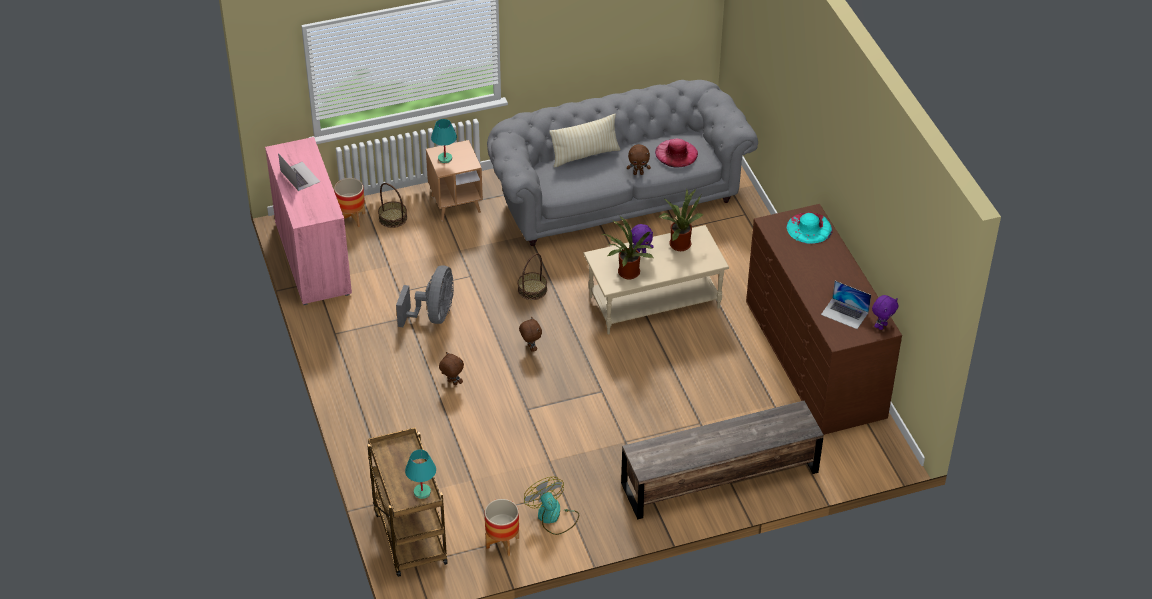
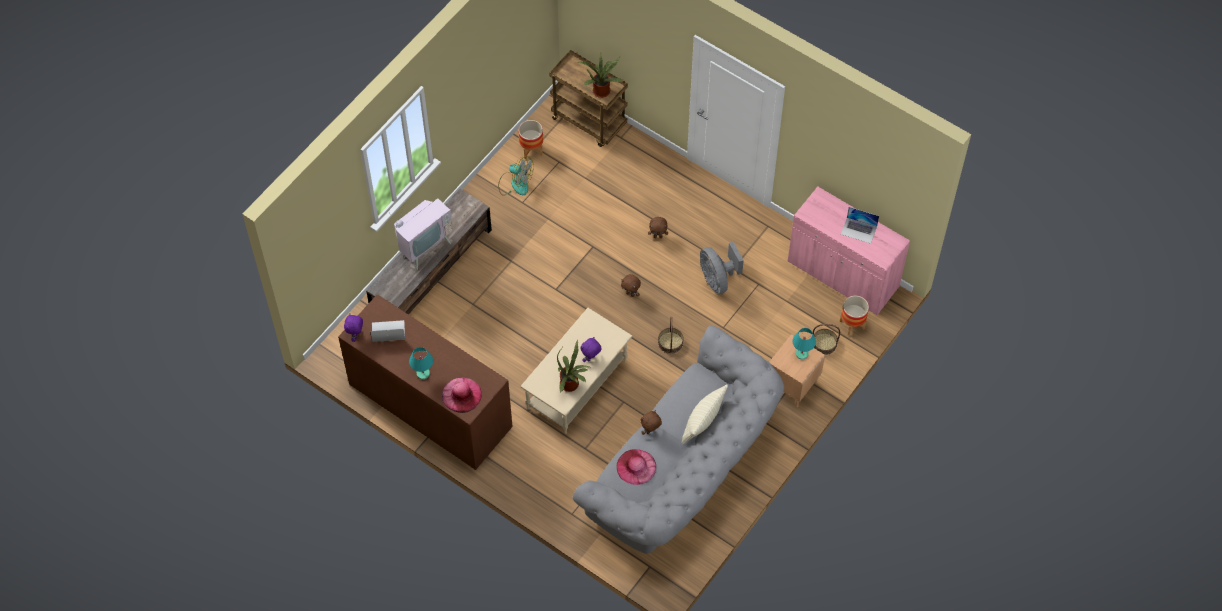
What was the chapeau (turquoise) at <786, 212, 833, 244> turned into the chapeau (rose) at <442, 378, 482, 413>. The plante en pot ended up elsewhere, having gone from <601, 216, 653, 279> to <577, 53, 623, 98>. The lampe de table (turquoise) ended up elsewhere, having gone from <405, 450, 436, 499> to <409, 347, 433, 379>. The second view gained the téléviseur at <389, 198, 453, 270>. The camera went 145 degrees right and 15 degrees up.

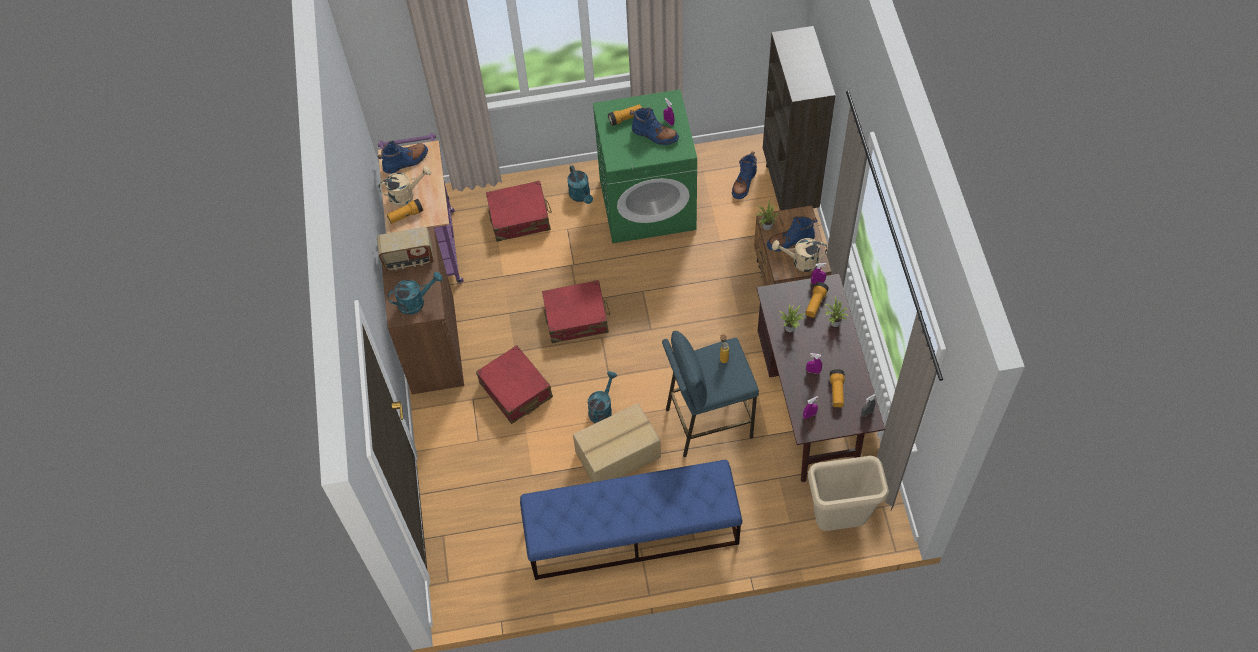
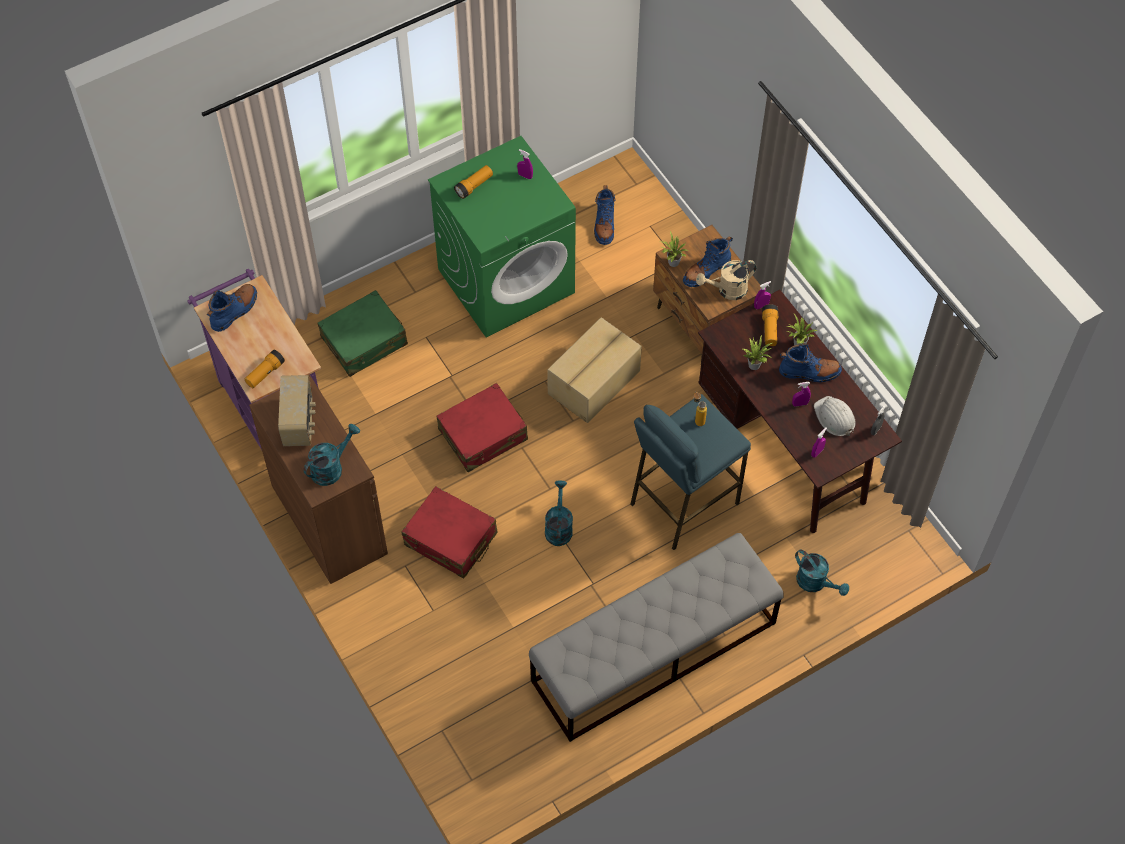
The second view lost the bibliothèque (marron) at <763, 26, 836, 210>. The botte (bleu) ended up elsewhere, having gone from <630, 107, 679, 145> to <779, 343, 842, 382>. The arrosoir (turquoise) ended up elsewhere, having gone from <567, 165, 593, 204> to <795, 549, 849, 596>. The second view lost the arrosoir (beige) at <379, 166, 431, 206>. What was the valise (rouge) at <486, 180, 552, 242> turned into the valise (vert) at <318, 290, 408, 377>. The radio at <377, 227, 434, 271> ended up facing another way, 60 degrees counterclockwise from before. Where the lampe de poche stood at <830, 369, 845, 408>, the casque de chantier (blanc) came to stand at <814, 396, 856, 436>. The carton ended up elsewhere, having gone from <573, 403, 661, 482> to <547, 317, 642, 423>. The second view lost the poubelle (beige) at <808, 456, 889, 531>. What was the banc (bleu) at <520, 460, 743, 580> turned into the banc (gris) at <529, 533, 783, 742>. The camera went 25 degrees left and 0 degrees up.

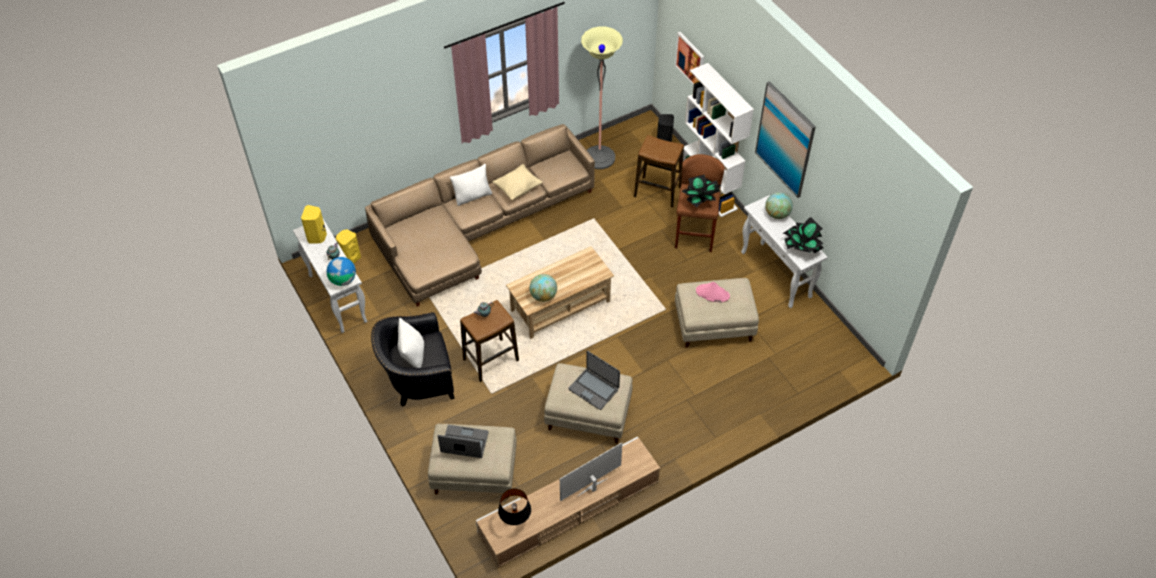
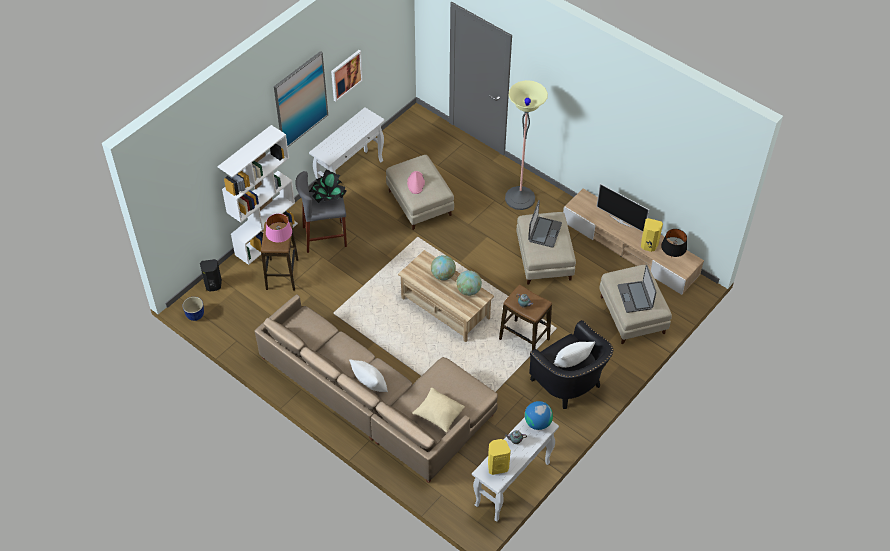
The lampadaire ended up elsewhere, having gone from <581, 26, 623, 169> to <505, 80, 548, 210>. The tableau ended up elsewhere, having gone from <675, 32, 705, 86> to <331, 50, 363, 102>. What was the tabouret (marron) at <675, 154, 725, 252> turned into the tabouret (gris) at <295, 171, 347, 253>. The coussin (beige) ended up elsewhere, having gone from <492, 164, 542, 200> to <412, 388, 465, 432>. The globe ended up elsewhere, having gone from <765, 192, 793, 219> to <431, 255, 456, 280>. The second view lost the plante en pot at <783, 217, 824, 253>. The enceinte (jaune) ended up elsewhere, having gone from <336, 229, 361, 263> to <641, 218, 663, 252>. The second view gained the lampe de table (rose) at <266, 213, 292, 243>. The second view gained the cache-pot at <182, 297, 204, 321>. The camera went 110 degrees left and 0 degrees up.

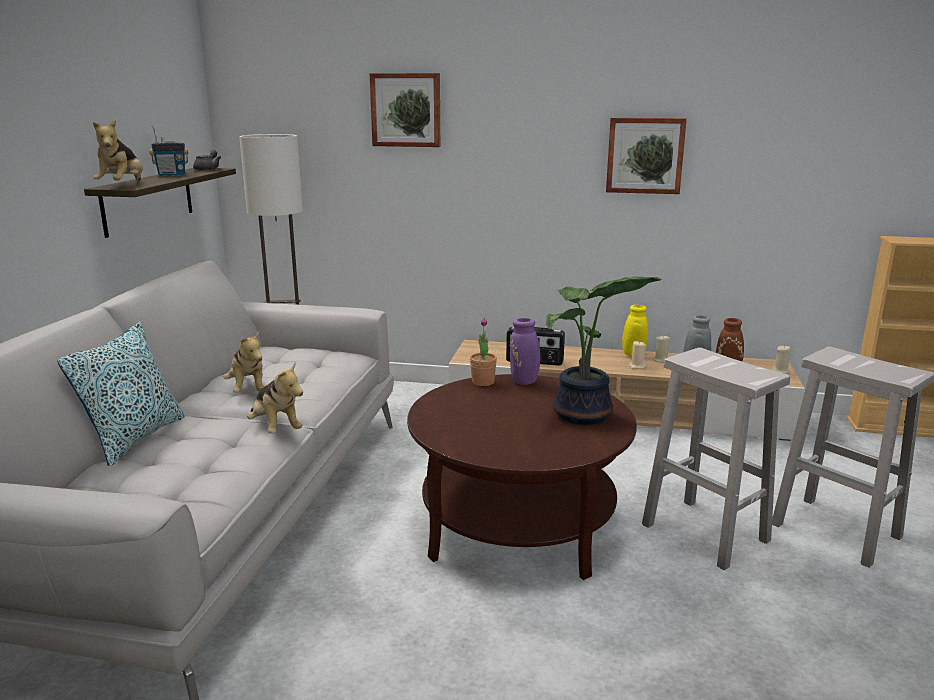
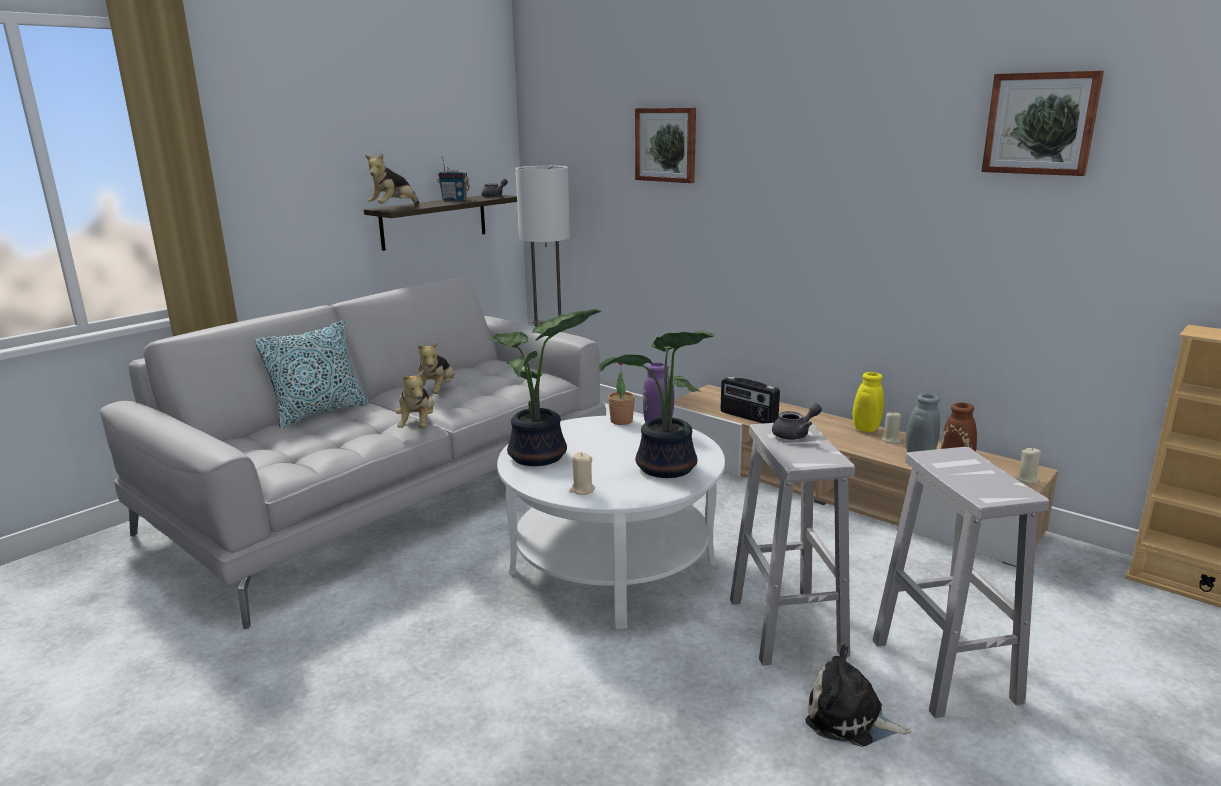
The tableau ended up elsewhere, having gone from <606, 118, 687, 194> to <981, 71, 1104, 176>. The bougie (beige) ended up elsewhere, having gone from <629, 341, 646, 369> to <569, 452, 595, 495>. What was the table basse (marron) at <407, 374, 637, 580> turned into the table basse (blanc) at <497, 416, 725, 629>. The second view gained the plante en pot at <487, 309, 602, 466>. The second view gained the théière (gris) at <772, 404, 822, 440>. The second view gained the peluche at <805, 644, 912, 747>. The camera went 30 degrees right and 0 degrees up.

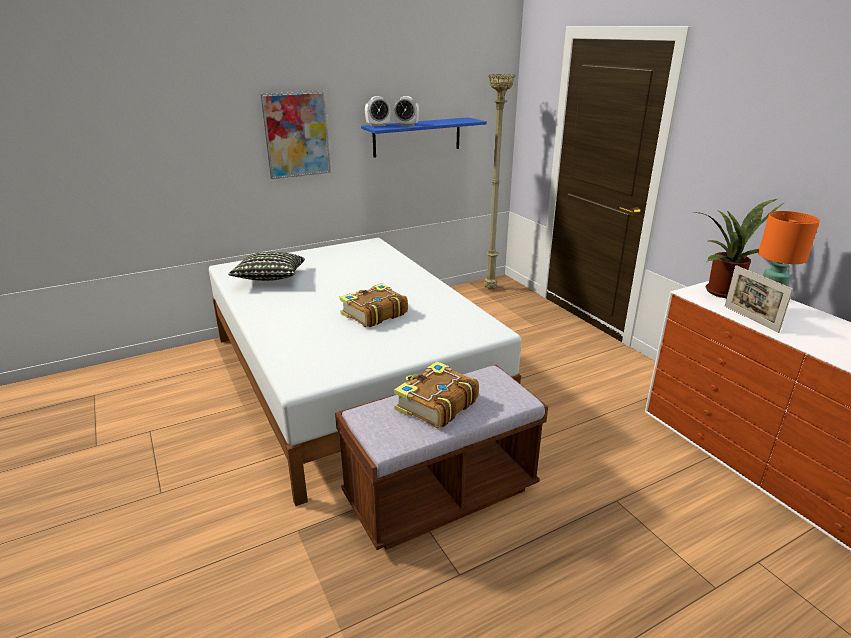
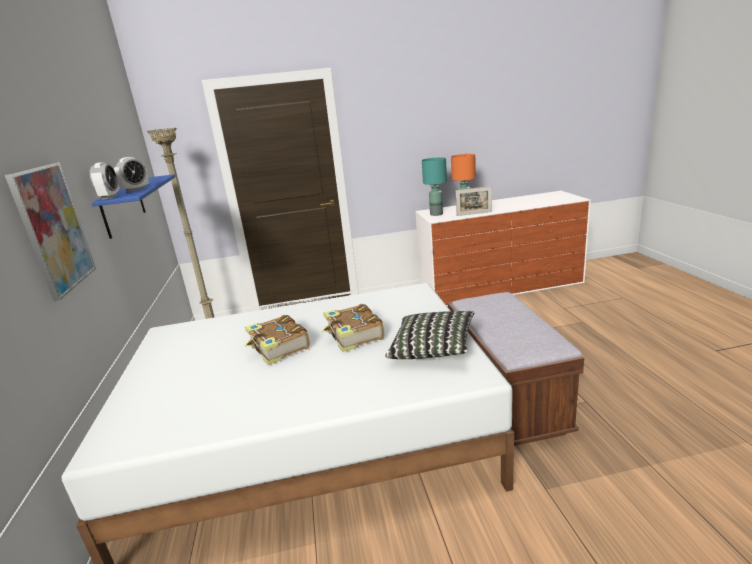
Where the plante en pot stood at <693, 199, 782, 298>, the lampe de table (turquoise) came to stand at <422, 157, 447, 216>. The coussin ended up elsewhere, having gone from <228, 252, 305, 281> to <385, 311, 474, 359>. The livre ended up elsewhere, having gone from <394, 361, 479, 428> to <245, 315, 310, 365>. The camera went 70 degrees left and 5 degrees down.

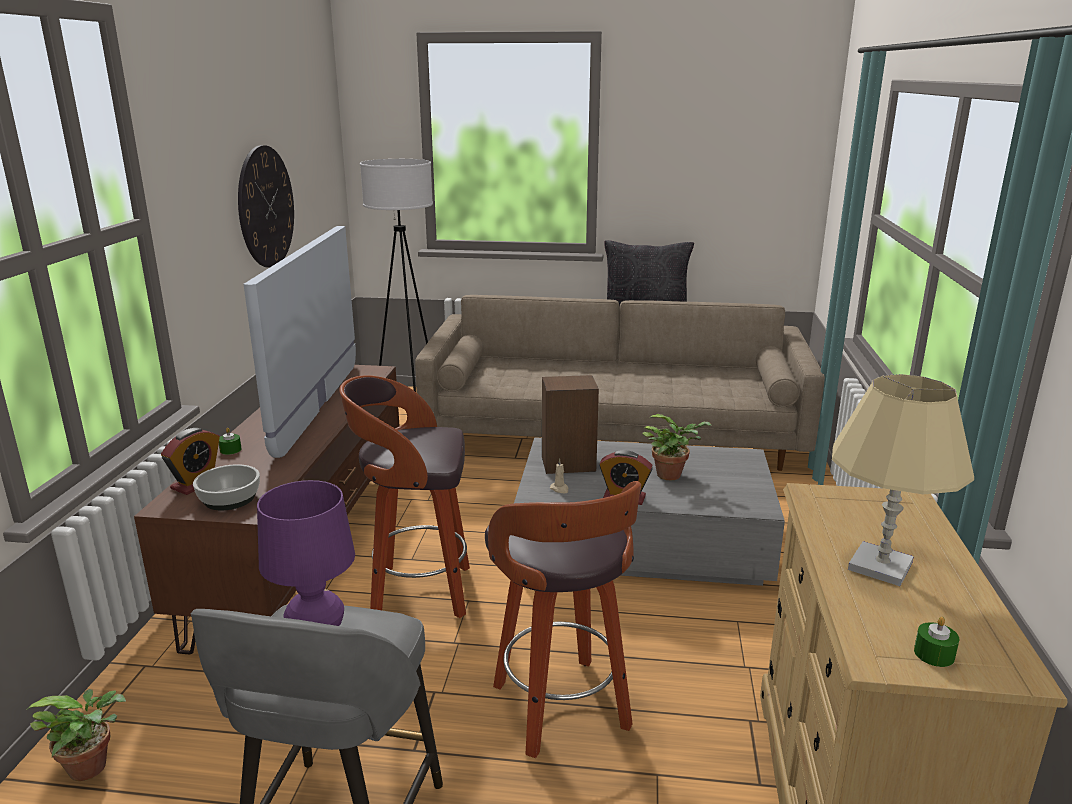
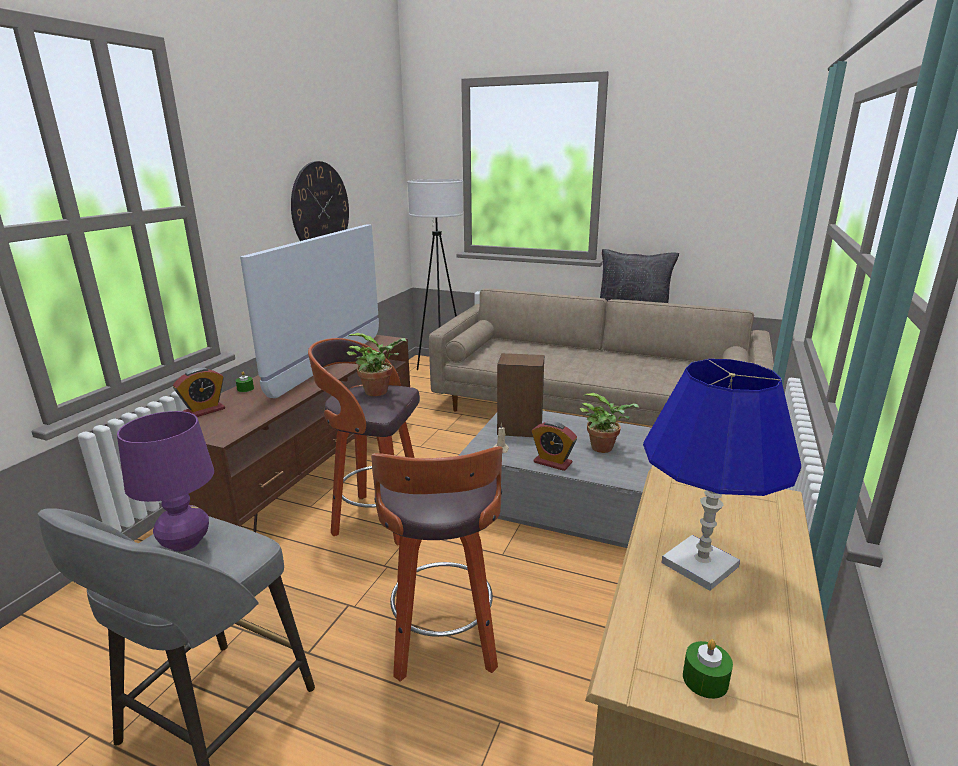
What was the lampe de table (beige) at <832, 374, 974, 586> turned into the lampe de table (bleu) at <643, 359, 801, 591>. The second view lost the bol at <193, 464, 260, 511>. The plante en pot ended up elsewhere, having gone from <26, 689, 126, 781> to <347, 333, 406, 396>. The camera went 15 degrees right and 0 degrees up.

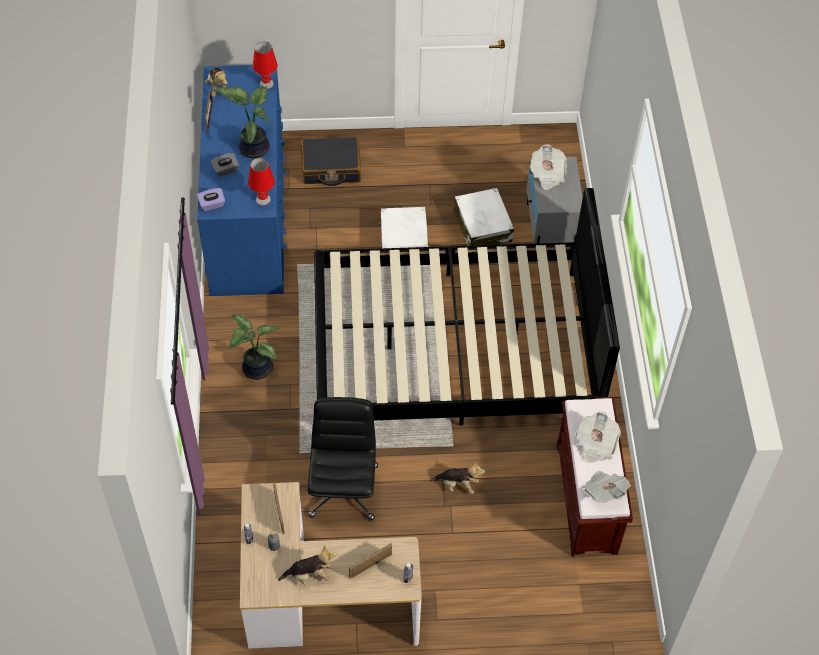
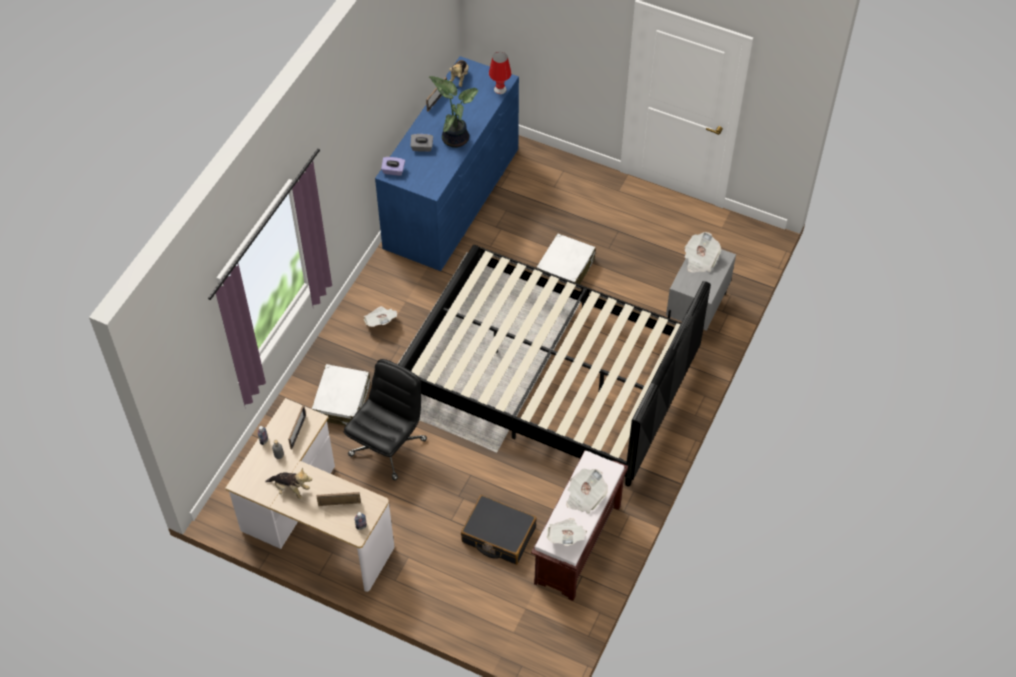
The valise (noir) ended up elsewhere, having gone from <301, 137, 361, 186> to <461, 495, 537, 565>. The second view lost the lampe de table (rouge) at <248, 158, 275, 206>. The valise (blanc) ended up elsewhere, having gone from <453, 188, 514, 246> to <312, 364, 371, 426>. Where the plante en pot stood at <228, 314, 281, 380>, the journal came to stand at <364, 306, 397, 327>. The second view lost the peluche at <430, 461, 485, 494>. The camera went 30 degrees right and 0 degrees up.

